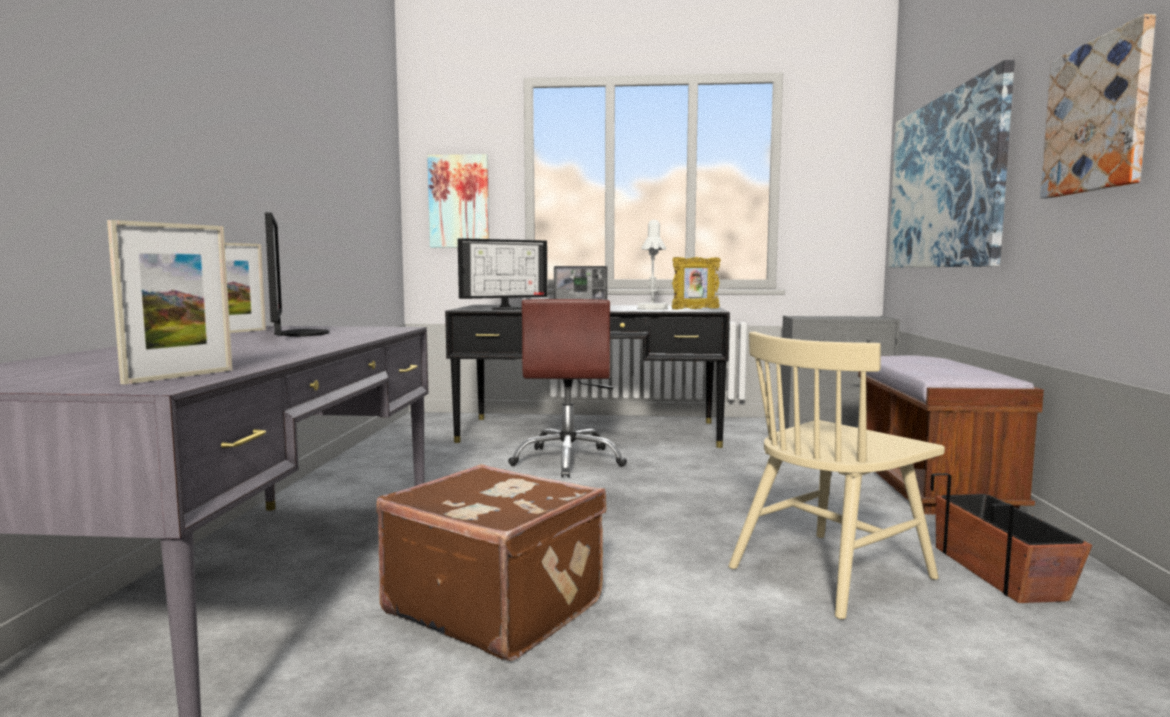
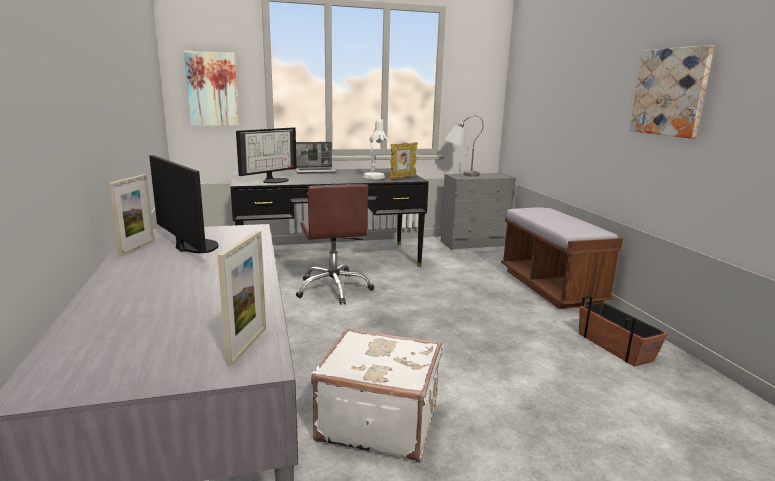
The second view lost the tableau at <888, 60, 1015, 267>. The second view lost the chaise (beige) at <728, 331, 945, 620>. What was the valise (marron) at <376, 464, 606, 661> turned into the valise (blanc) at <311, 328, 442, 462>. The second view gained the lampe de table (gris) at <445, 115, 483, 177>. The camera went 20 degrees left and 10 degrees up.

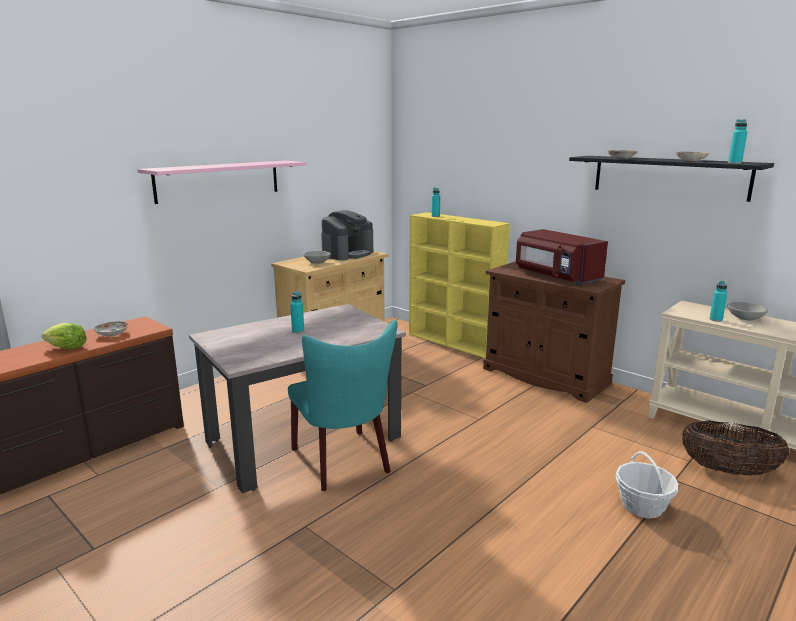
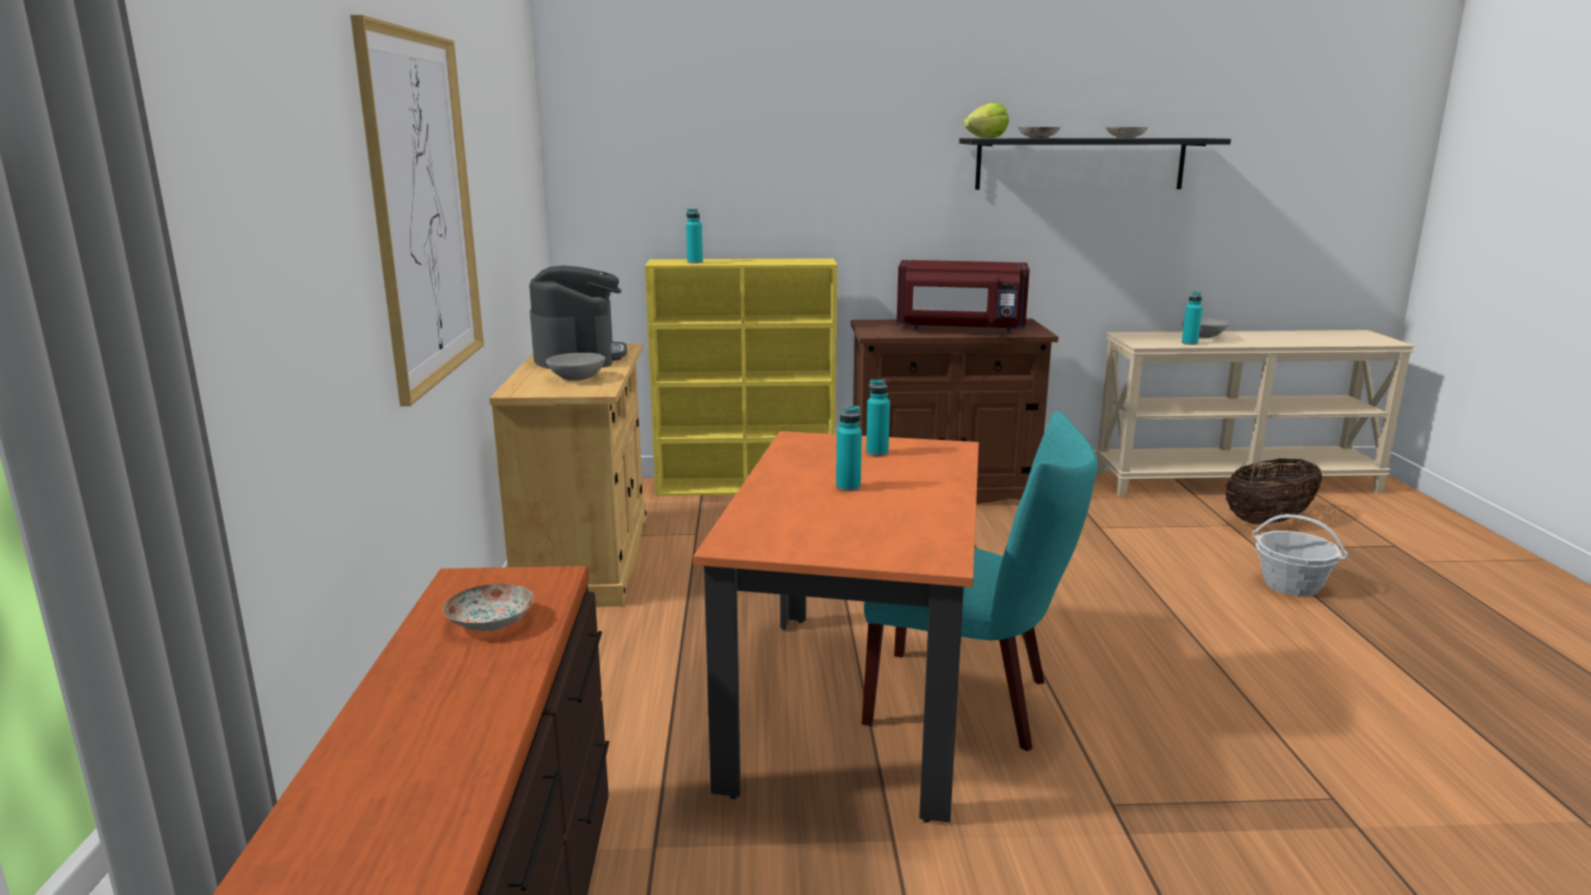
The bouteille (turquoise) ended up elsewhere, having gone from <728, 119, 747, 164> to <866, 379, 890, 456>. Where the étagère (rose) hung at <137, 161, 306, 204>, the tableau came to hang at <350, 15, 484, 406>. What was the table à manger (beige) at <189, 304, 406, 493> turned into the table à manger (orange) at <693, 431, 979, 823>. The laitue ended up elsewhere, having gone from <41, 323, 87, 349> to <964, 103, 1009, 138>. The camera went 45 degrees left and 0 degrees up.

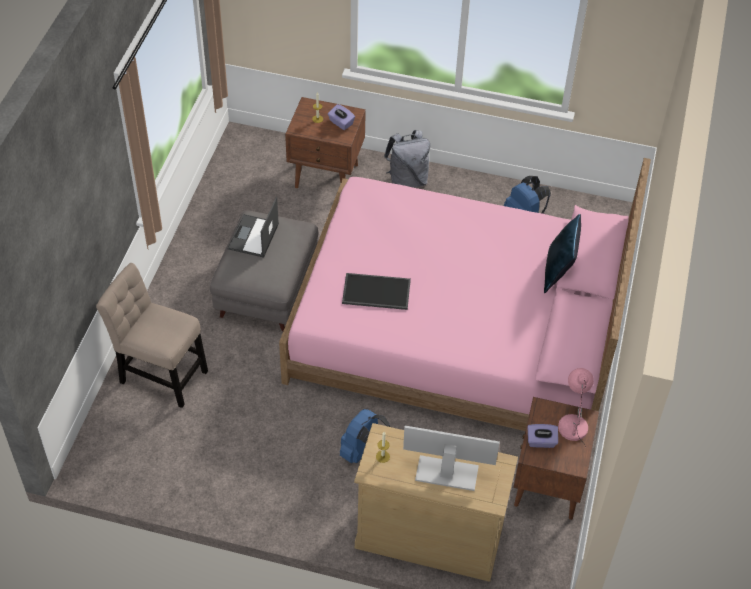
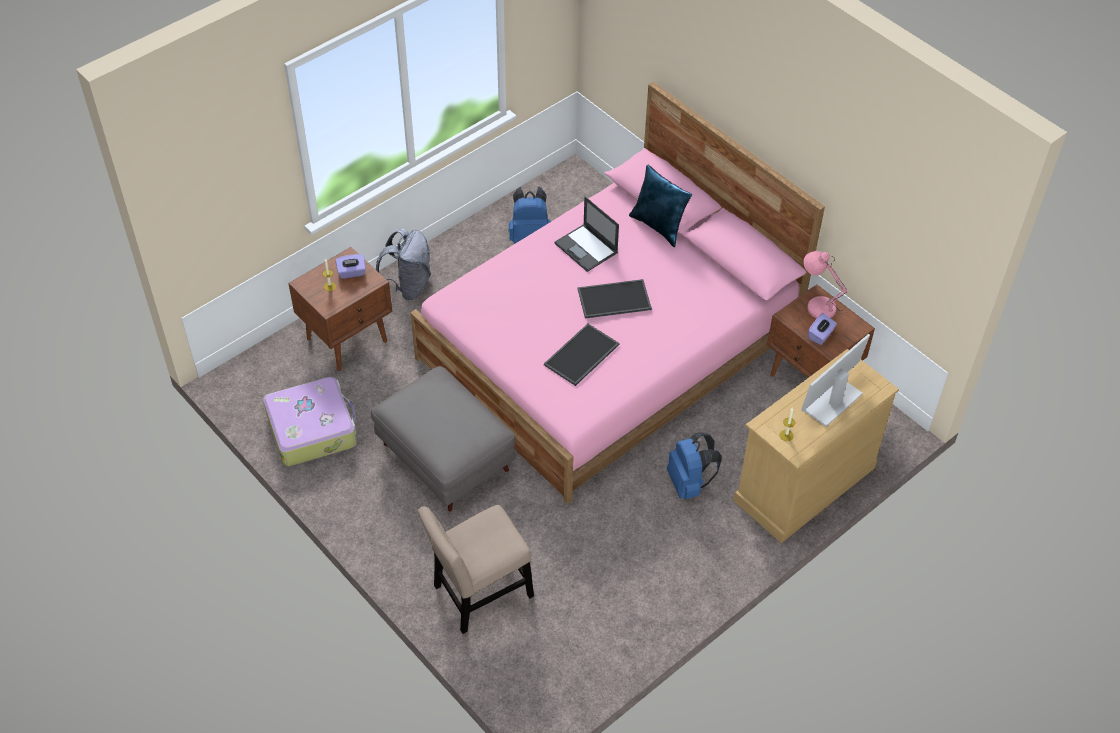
The ordinateur portable ended up elsewhere, having gone from <228, 197, 279, 258> to <554, 197, 619, 272>. The second view gained the plateau at <578, 279, 652, 319>. The second view gained the valise at <263, 377, 356, 466>. The camera went 55 degrees left and 0 degrees up.

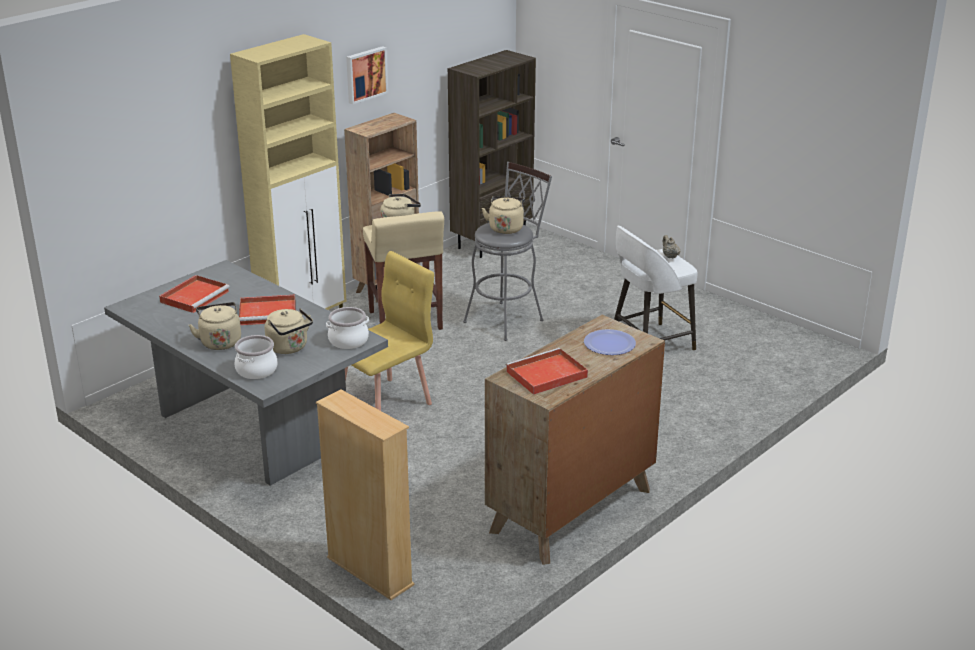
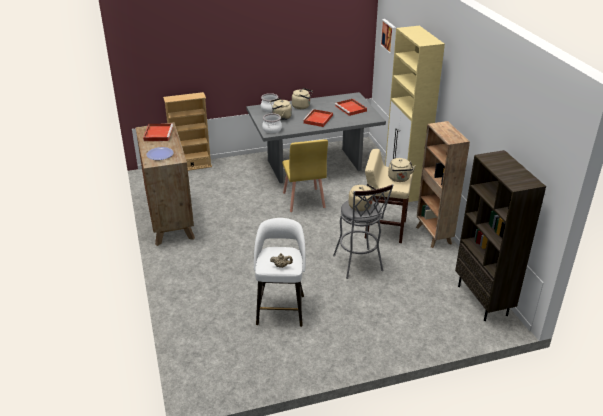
The tableau ended up elsewhere, having gone from <346, 46, 388, 104> to <380, 19, 396, 54>. The camera went 120 degrees right and 5 degrees up.

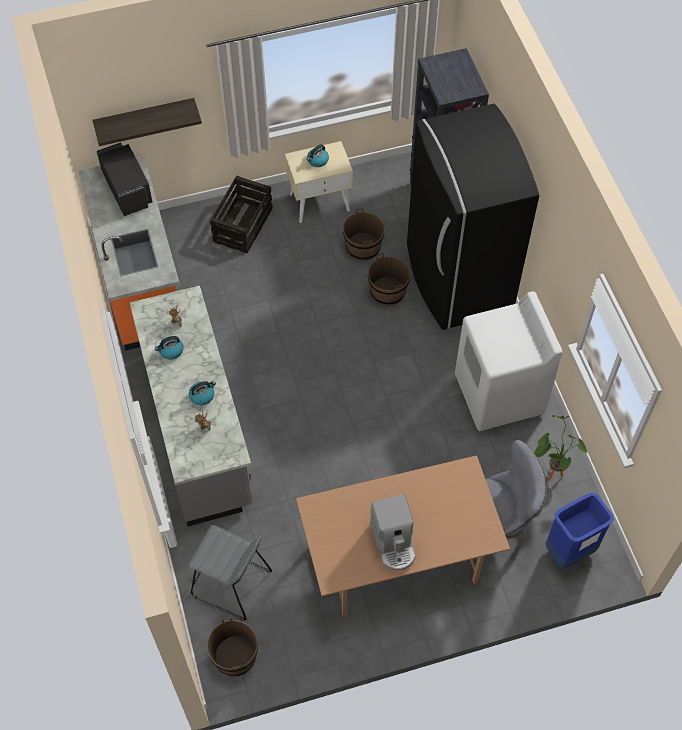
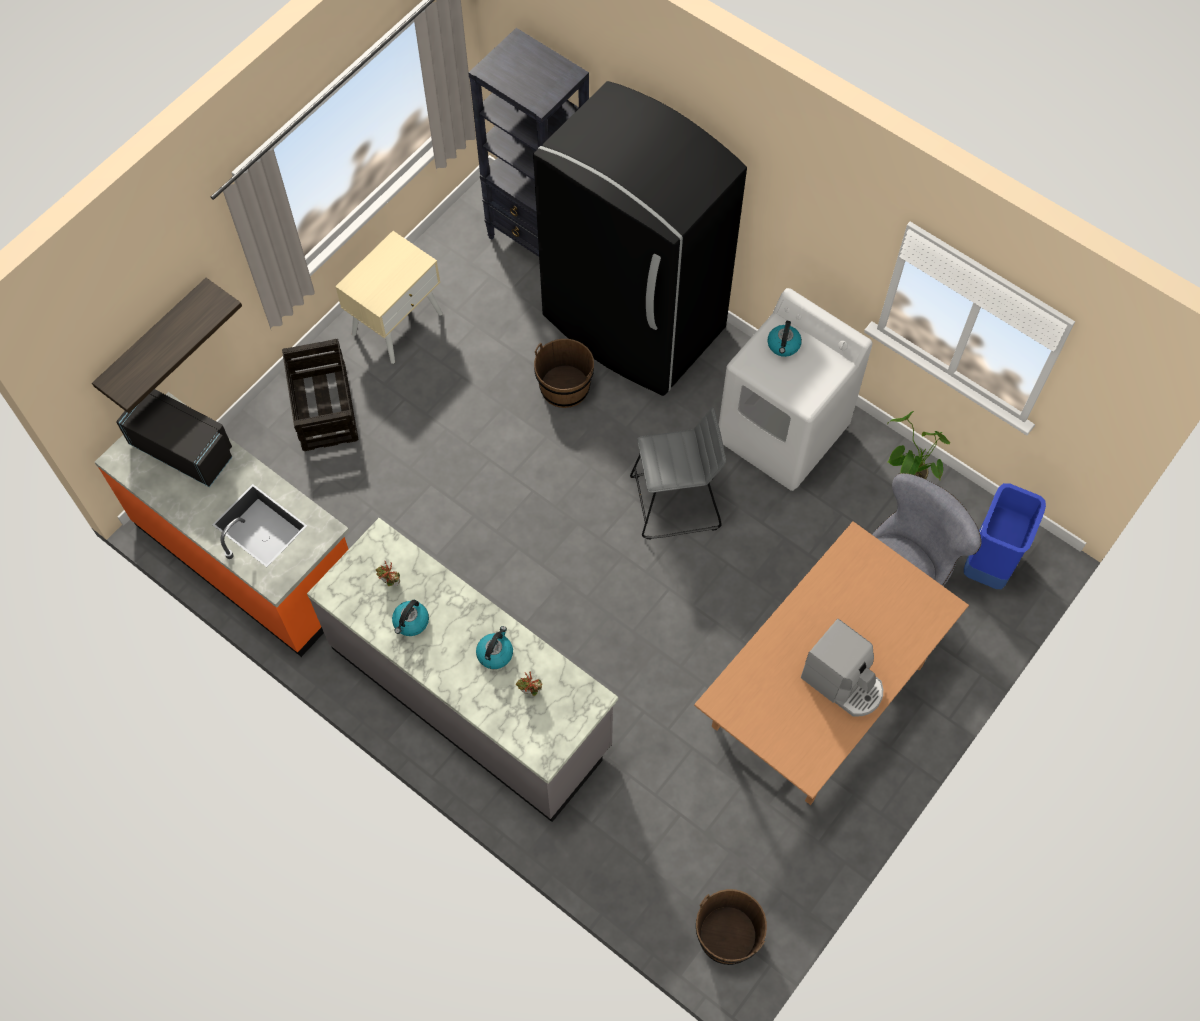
The bouilloire ended up elsewhere, having gone from <307, 144, 329, 167> to <767, 321, 802, 357>. The second view lost the seau (marron) at <343, 208, 385, 261>. The tabouret (gris) ended up elsewhere, having gone from <189, 525, 272, 621> to <630, 408, 726, 539>. The camera went 35 degrees left and 5 degrees up.

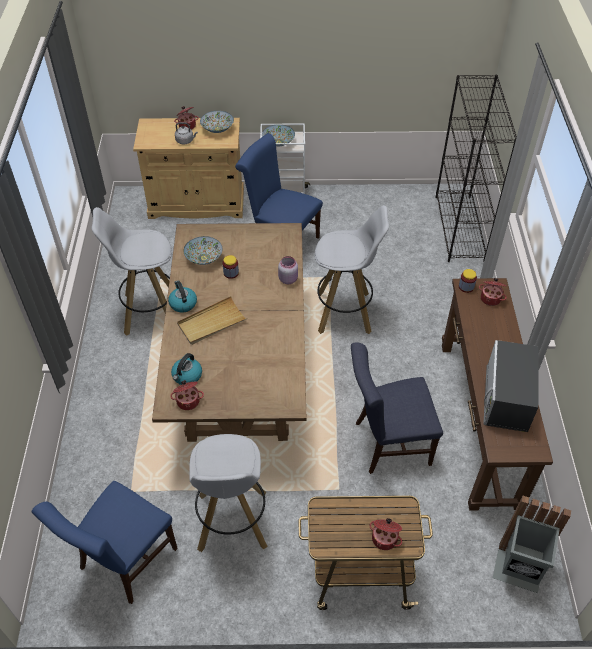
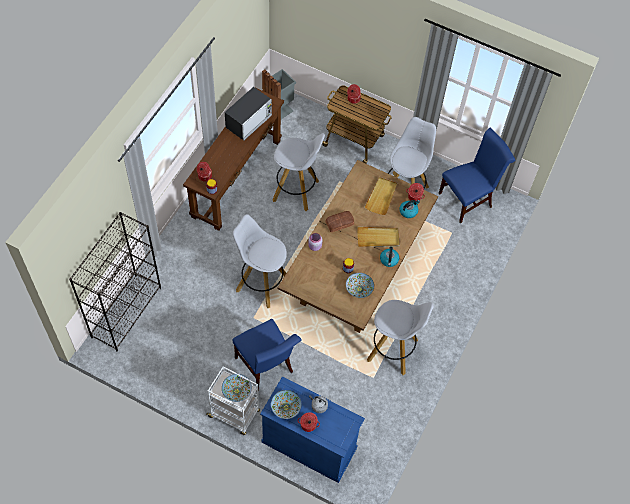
What was the meuble de rangement (beige) at <133, 118, 244, 219> turned into the meuble de rangement (bleu) at <260, 376, 365, 483>. Where the chaise (bleu) stood at <351, 342, 443, 474>, the tabouret (blanc) came to stand at <272, 133, 325, 211>. The second view gained the plateau (beige) at <365, 177, 397, 215>. The second view gained the pain at <325, 211, 354, 232>. The camera went 155 degrees left and 10 degrees up.

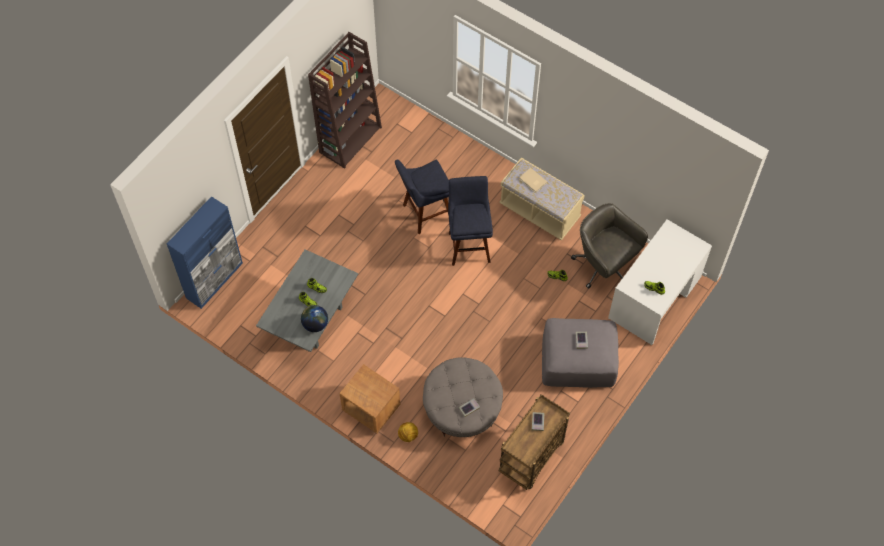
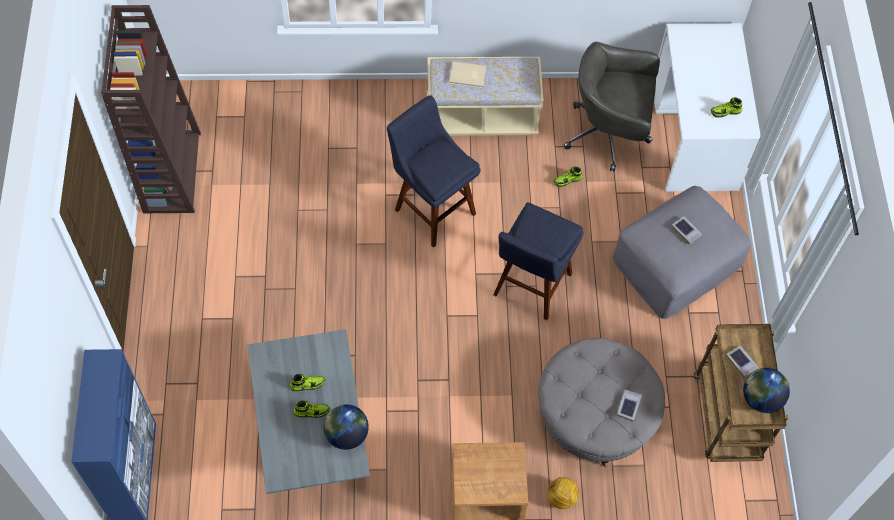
The tabouret (bleu) ended up elsewhere, having gone from <395, 160, 449, 234> to <493, 202, 584, 320>. The second view gained the globe at <743, 368, 790, 413>. The camera went 40 degrees left and 0 degrees up.

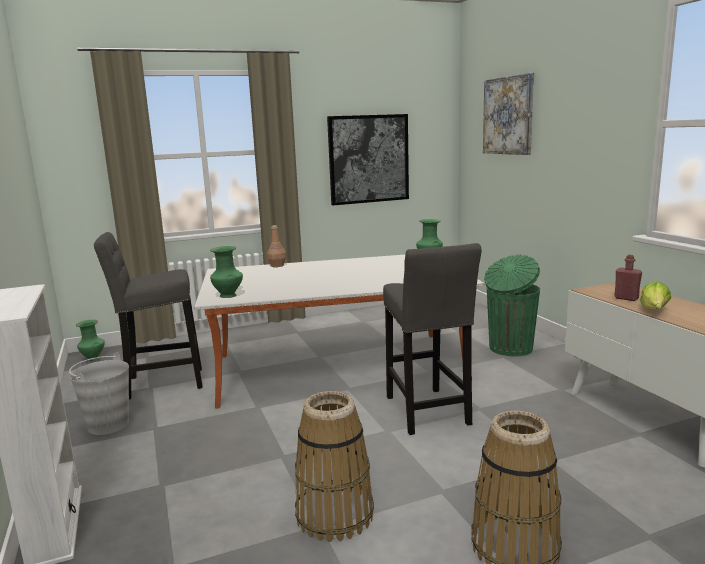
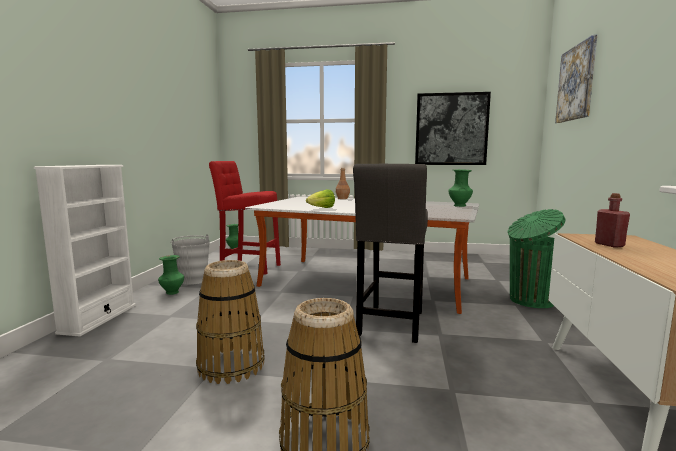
What was the tabouret (gris) at <94, 232, 203, 400> turned into the tabouret (rouge) at <209, 161, 281, 275>. The vase (vert) ended up elsewhere, having gone from <210, 246, 243, 298> to <158, 255, 184, 295>. The laitue ended up elsewhere, having gone from <640, 281, 671, 310> to <306, 189, 335, 208>. The camera went 30 degrees right and 5 degrees down.

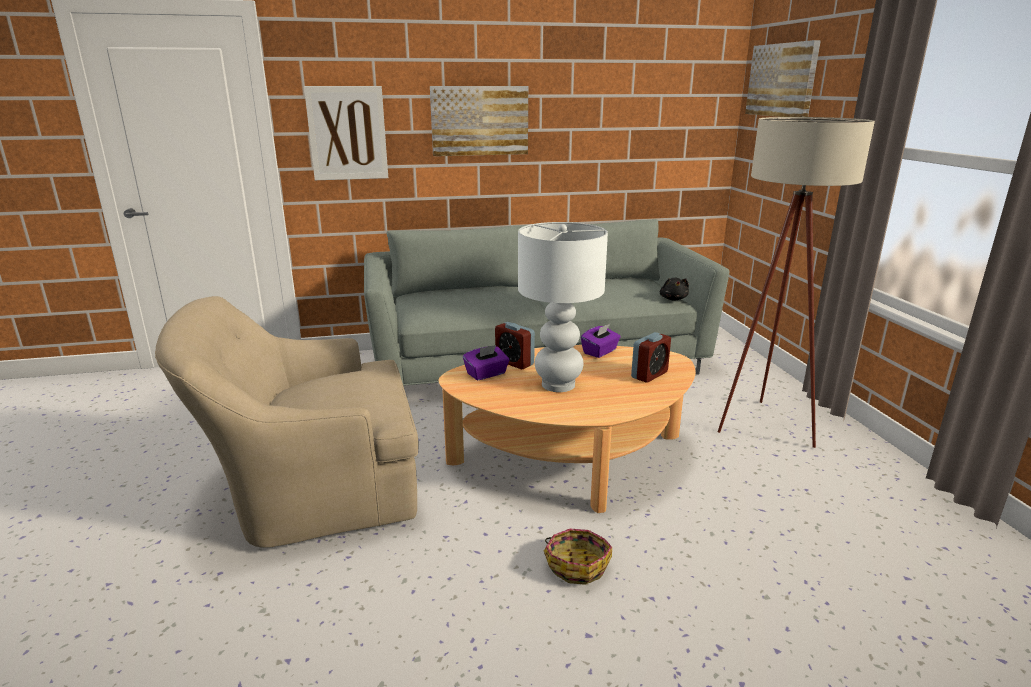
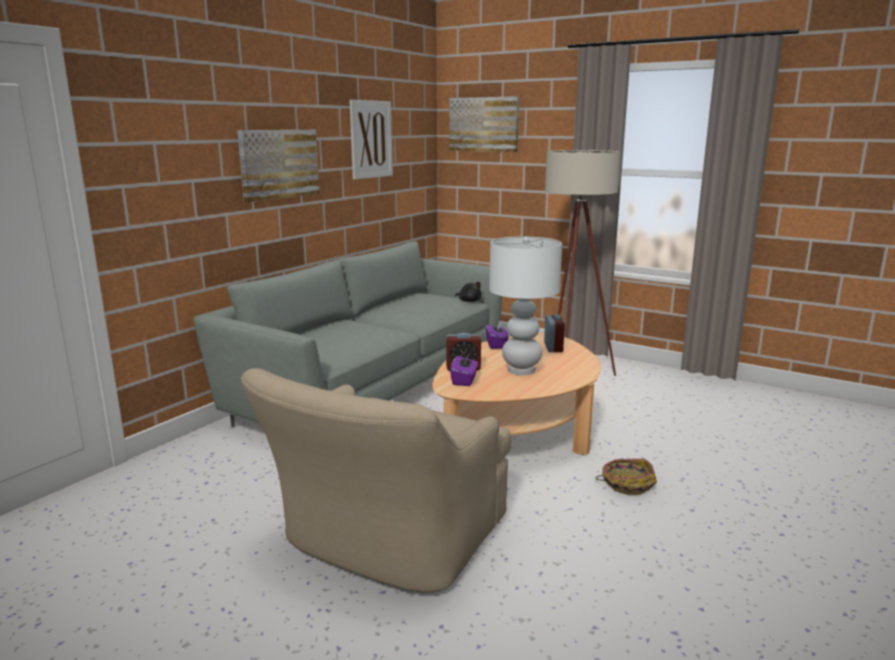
The tableau ended up elsewhere, having gone from <304, 86, 388, 180> to <350, 100, 393, 180>. The camera went 45 degrees left and 5 degrees down.

